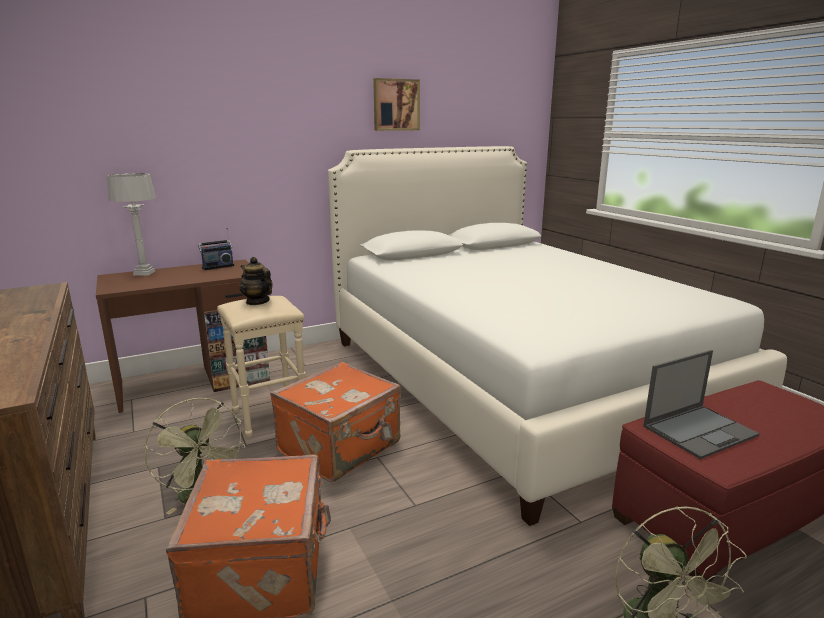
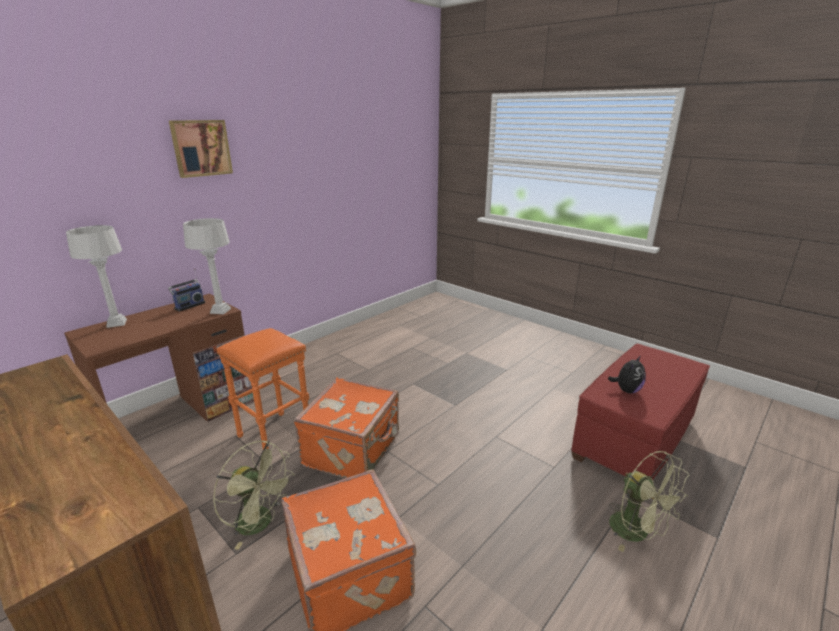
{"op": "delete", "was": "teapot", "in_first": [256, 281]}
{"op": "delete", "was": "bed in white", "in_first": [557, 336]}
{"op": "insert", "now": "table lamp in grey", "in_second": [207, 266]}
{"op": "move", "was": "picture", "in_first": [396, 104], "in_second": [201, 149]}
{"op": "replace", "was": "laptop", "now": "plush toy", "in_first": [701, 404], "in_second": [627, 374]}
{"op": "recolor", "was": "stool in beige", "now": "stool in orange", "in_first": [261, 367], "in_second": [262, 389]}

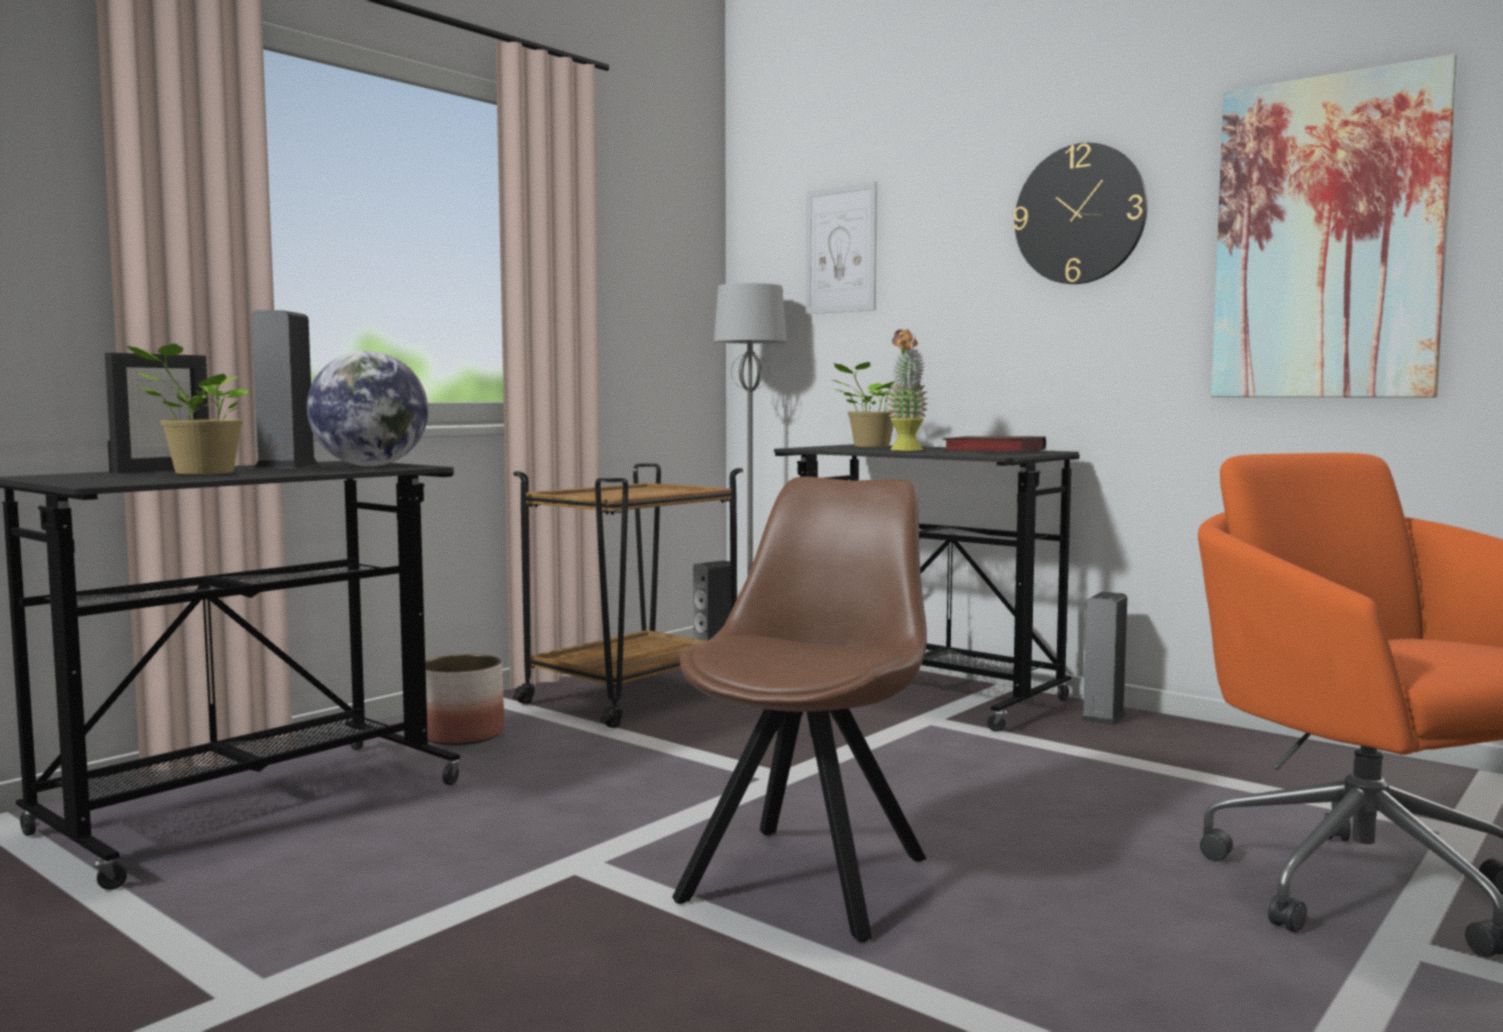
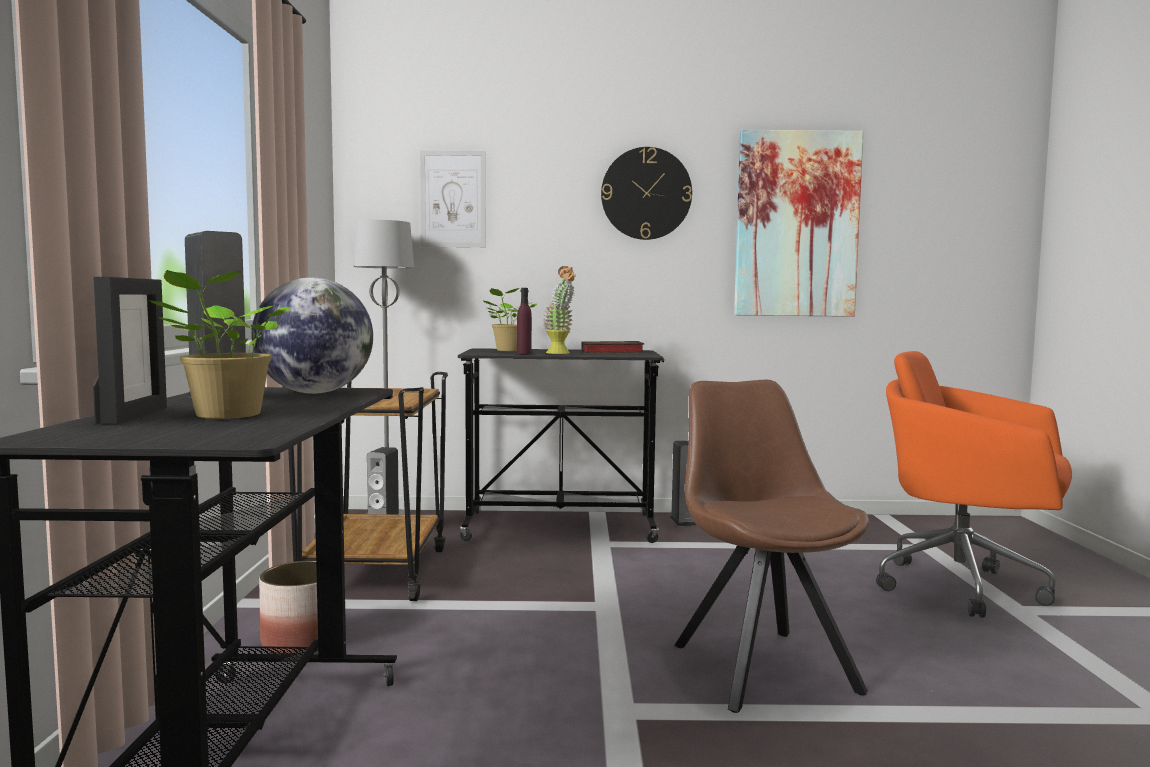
{"op": "insert", "now": "bottle in purple", "in_second": [524, 321]}

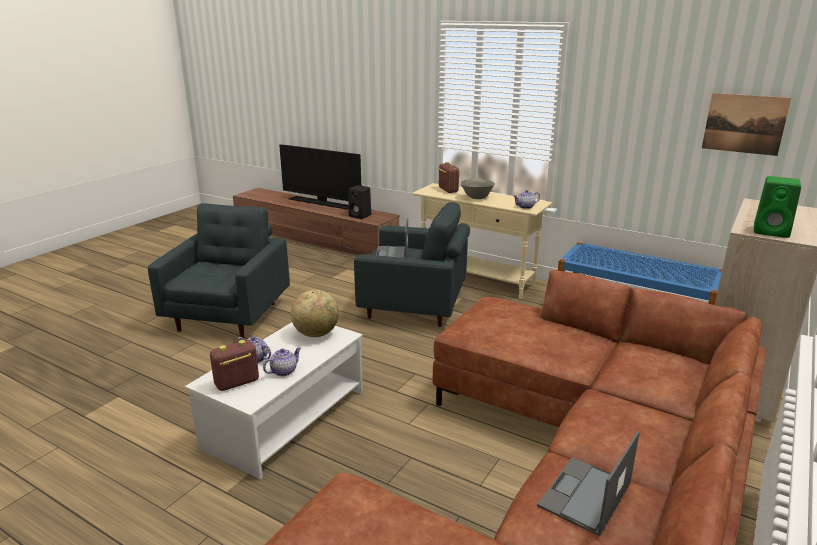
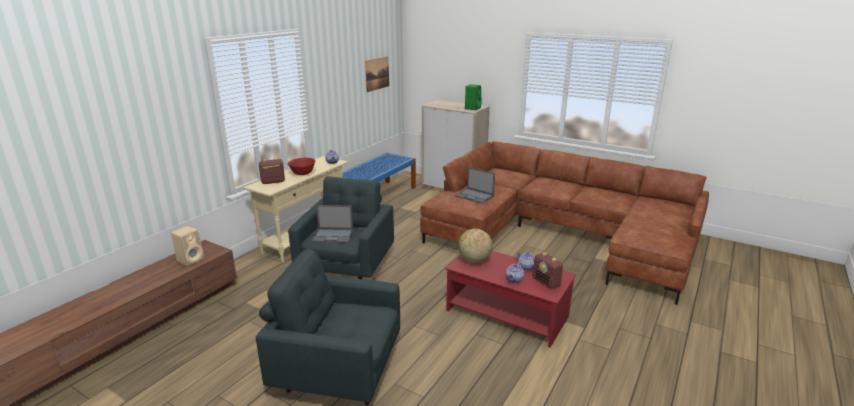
{"op": "delete", "was": "television", "in_first": [320, 177]}
{"op": "move", "was": "laptop", "in_first": [588, 483], "in_second": [475, 185]}
{"op": "recolor", "was": "coffee table in white", "now": "coffee table in red", "in_first": [274, 400], "in_second": [511, 299]}
{"op": "recolor", "was": "speaker in black", "now": "speaker in beige", "in_first": [359, 202], "in_second": [187, 246]}
{"op": "recolor", "was": "bowl in grey", "now": "bowl in red", "in_first": [477, 189], "in_second": [301, 166]}

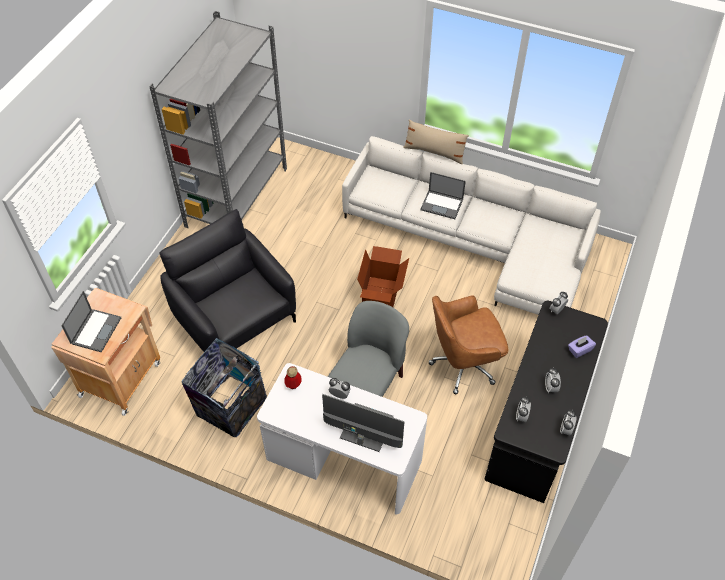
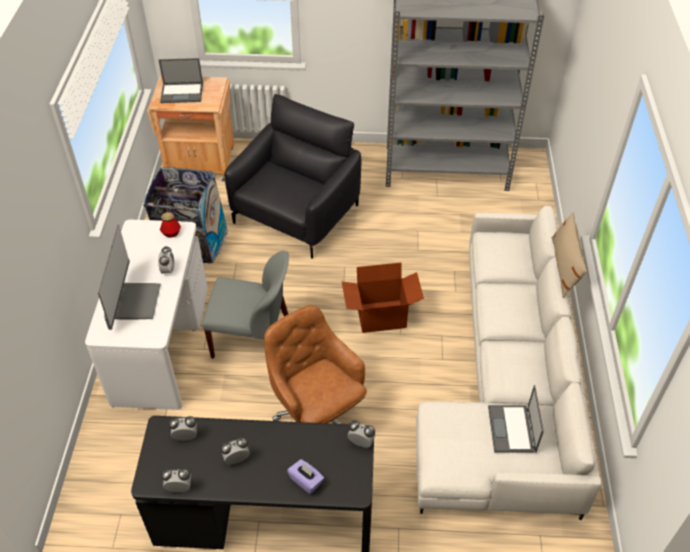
{"op": "move", "was": "laptop", "in_first": [443, 195], "in_second": [516, 419]}

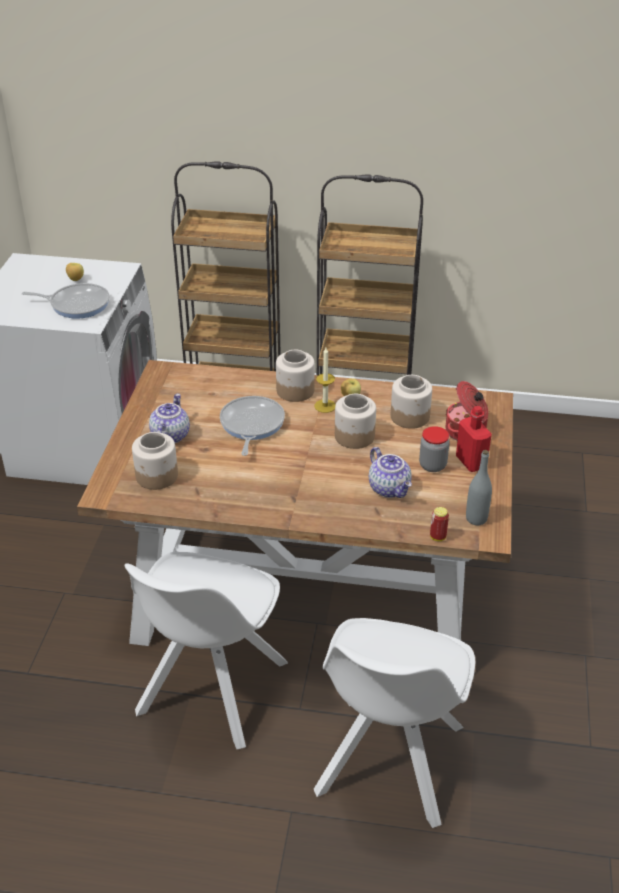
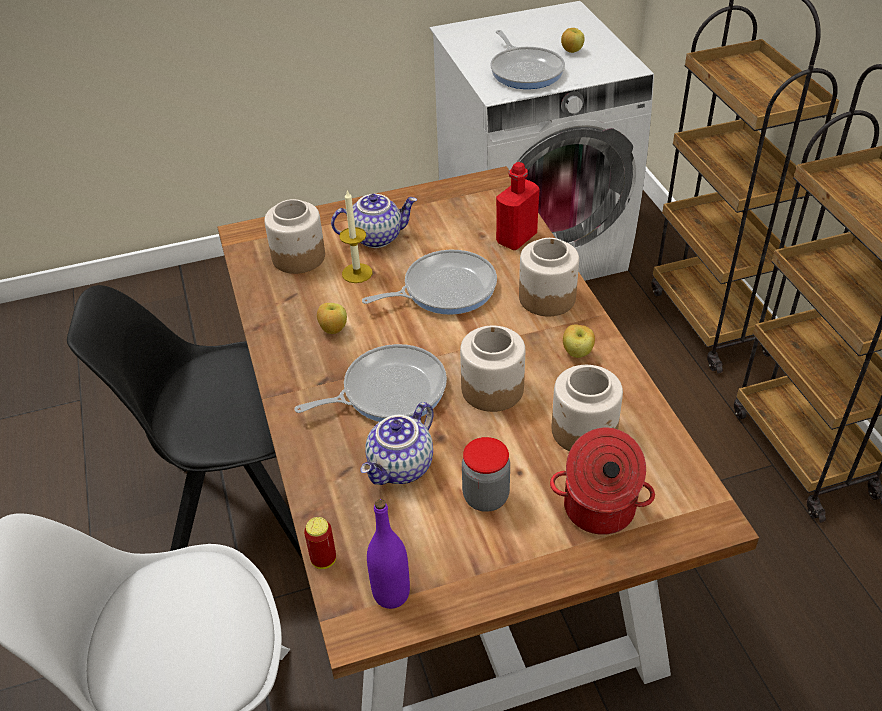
{"op": "insert", "now": "frying pan", "in_second": [371, 383]}
{"op": "insert", "now": "apple", "in_second": [332, 318]}
{"op": "move", "was": "candle", "in_first": [325, 380], "in_second": [356, 236]}
{"op": "move", "was": "bottle in red", "in_first": [474, 439], "in_second": [518, 206]}
{"op": "recolor", "was": "chair in white", "now": "chair in black", "in_first": [206, 650], "in_second": [185, 422]}
{"op": "recolor", "was": "bottle in grey", "now": "bottle in purple", "in_first": [479, 487], "in_second": [388, 554]}

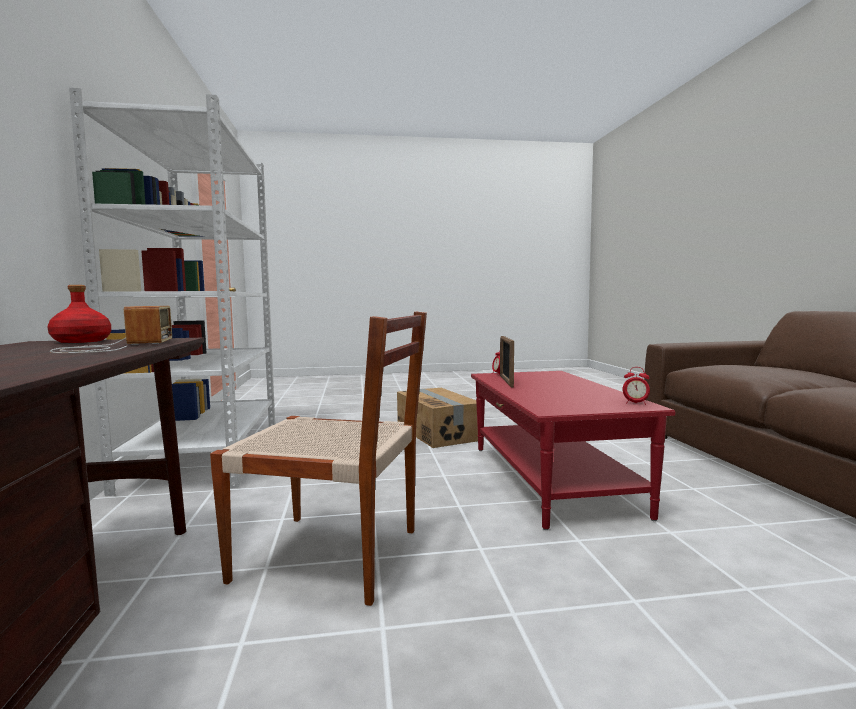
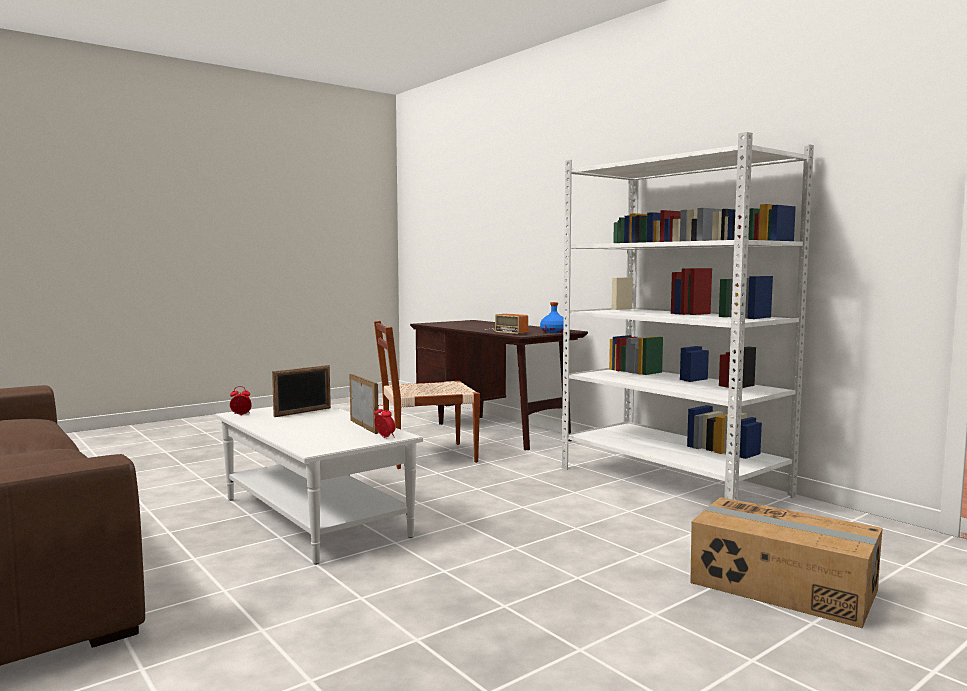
{"op": "insert", "now": "picture frame", "in_second": [301, 391]}
{"op": "move", "was": "cardboard box", "in_first": [437, 418], "in_second": [786, 562]}
{"op": "recolor", "was": "bottle in red", "now": "bottle in blue", "in_first": [79, 314], "in_second": [553, 317]}
{"op": "recolor", "was": "coffee table in red", "now": "coffee table in white", "in_first": [573, 450], "in_second": [319, 485]}

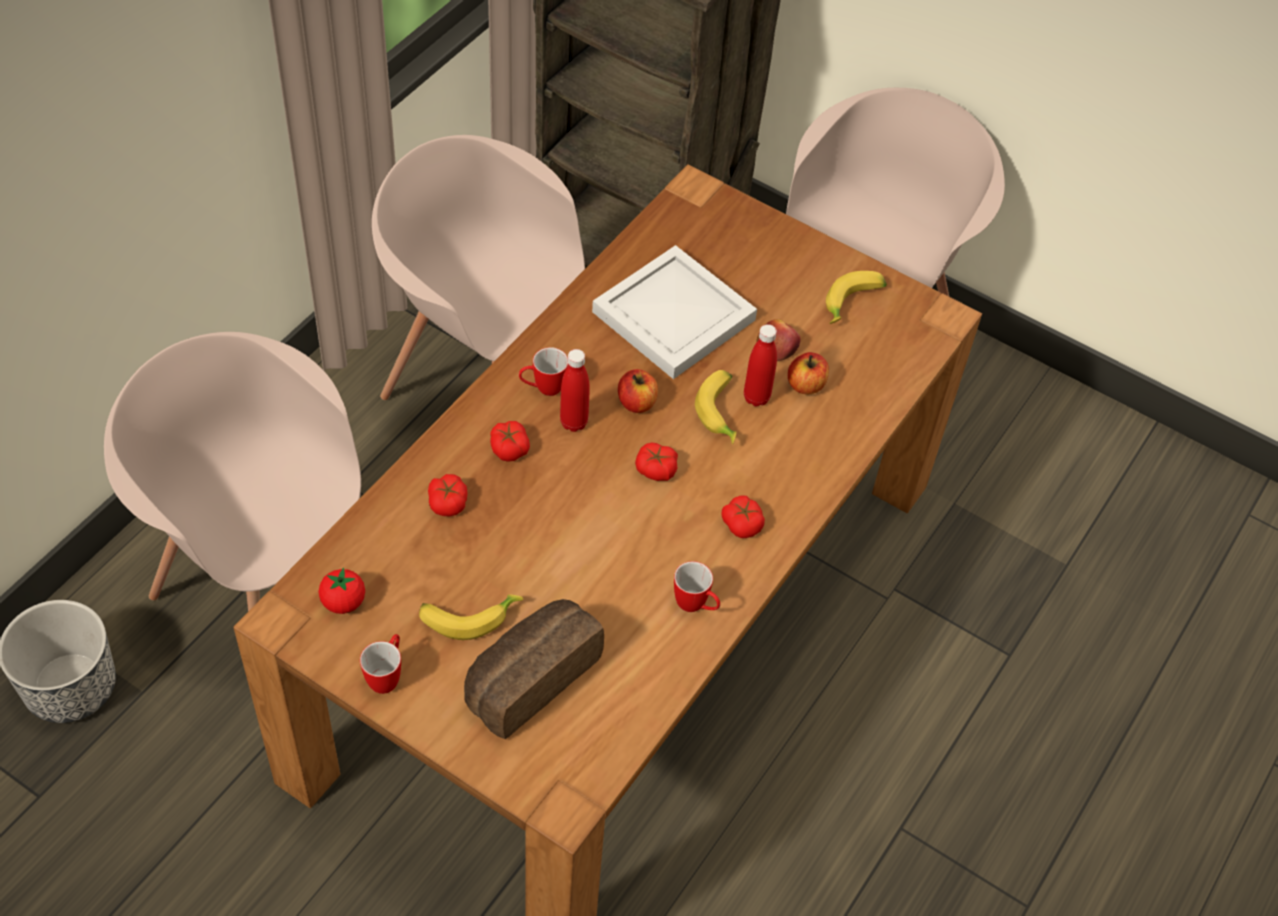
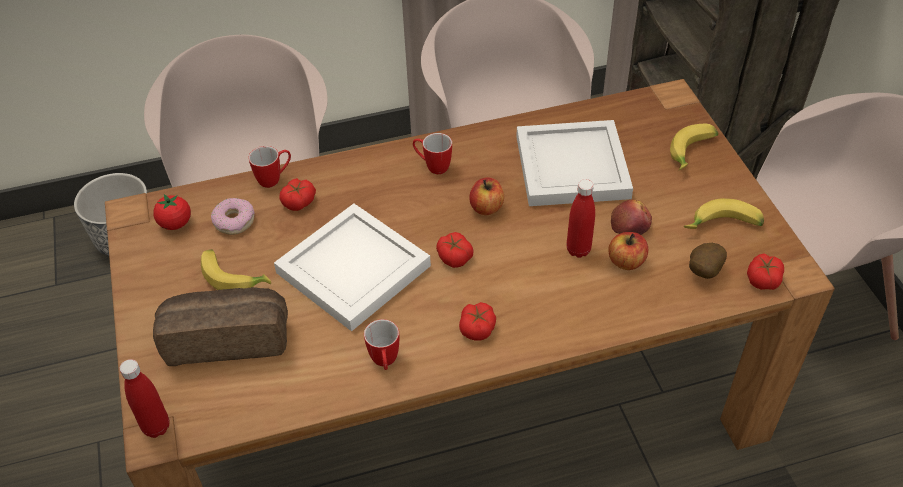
{"op": "insert", "now": "donut", "in_second": [232, 216]}
{"op": "insert", "now": "tray in white", "in_second": [352, 267]}
{"op": "insert", "now": "potato", "in_second": [708, 261]}
{"op": "move", "was": "mug", "in_first": [380, 664], "in_second": [269, 167]}
{"op": "move", "was": "tomato", "in_first": [510, 441], "in_second": [765, 272]}
{"op": "move", "was": "bottle in red", "in_first": [575, 390], "in_second": [144, 398]}
{"op": "move", "was": "banana", "in_first": [716, 407], "in_second": [694, 147]}

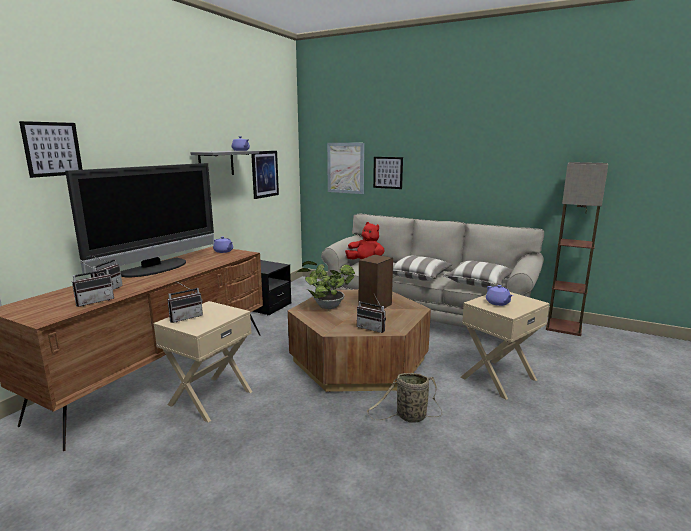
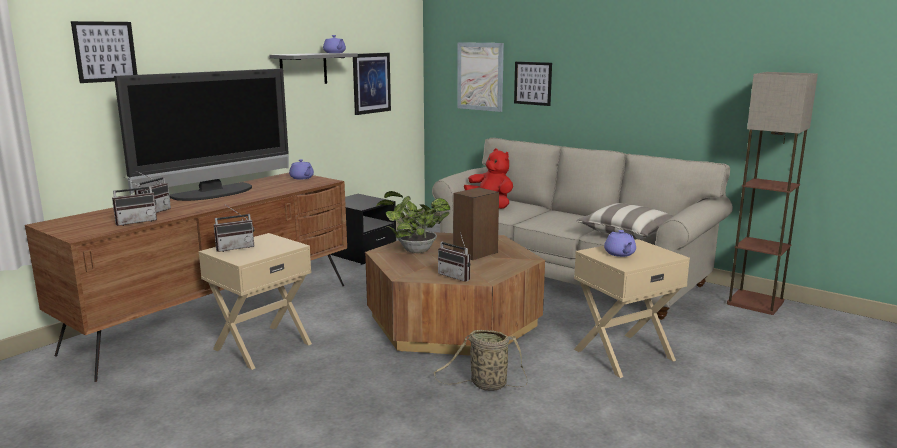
{"op": "delete", "was": "pillow", "in_first": [423, 268]}

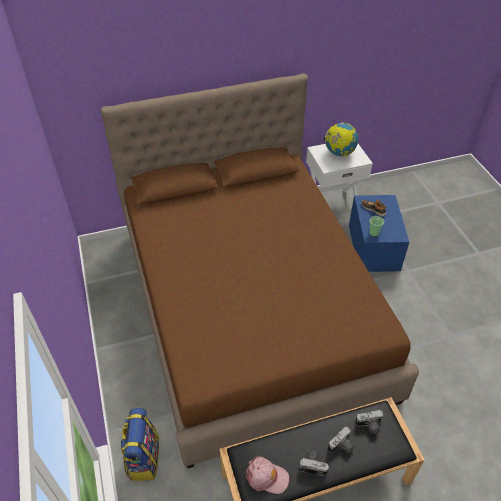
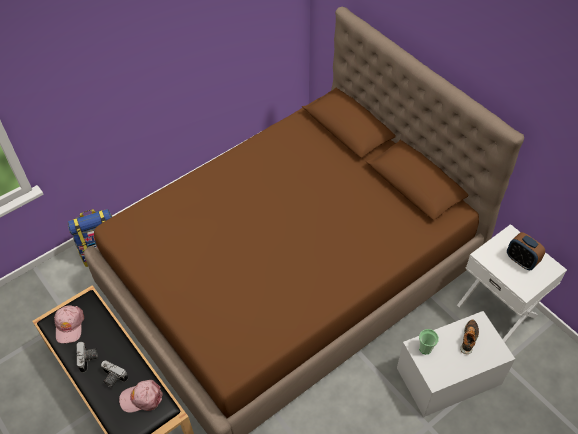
{"op": "replace", "was": "globe", "now": "alarm clock", "in_first": [340, 140], "in_second": [526, 251]}
{"op": "replace", "was": "photo camera", "now": "cap in pink", "in_first": [369, 422], "in_second": [141, 396]}
{"op": "recolor", "was": "storage box in blue", "now": "storage box in white", "in_first": [379, 233], "in_second": [456, 364]}

